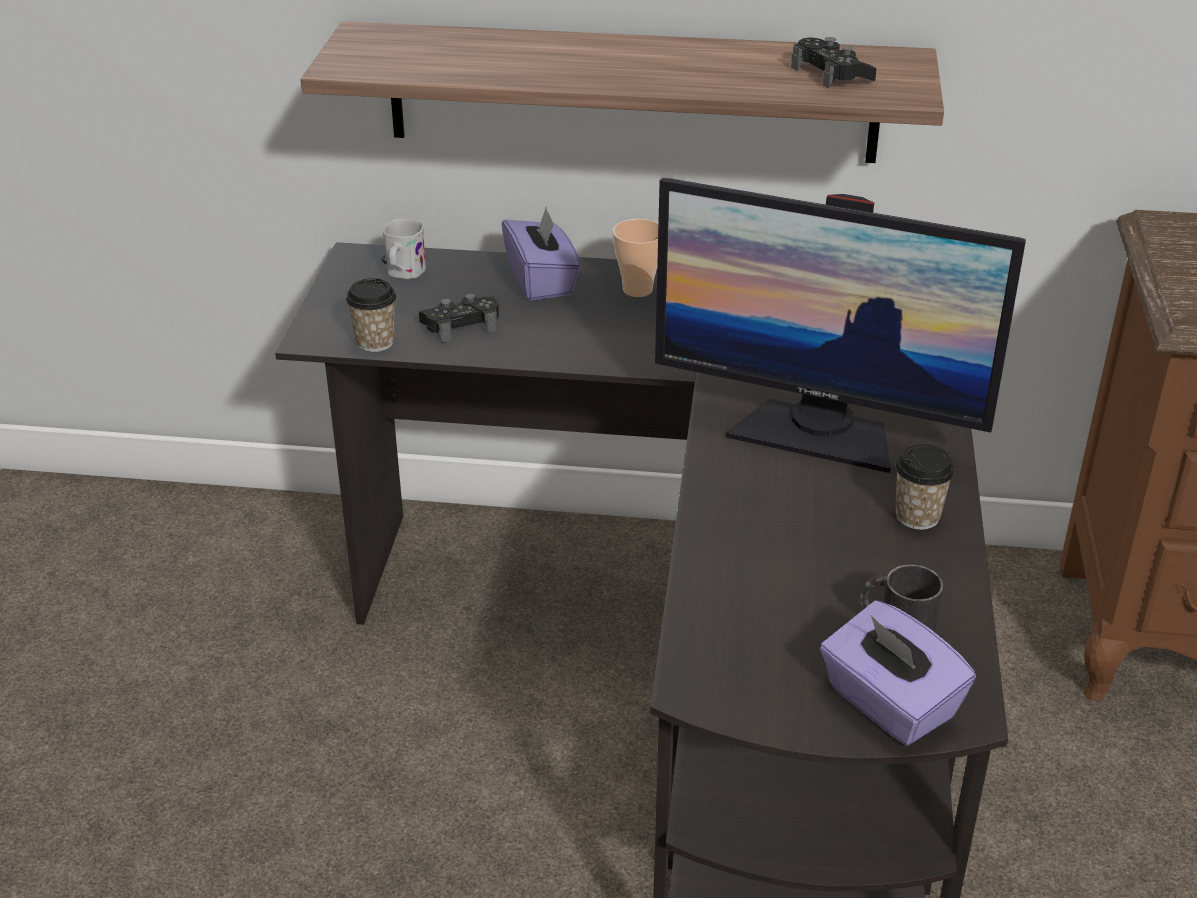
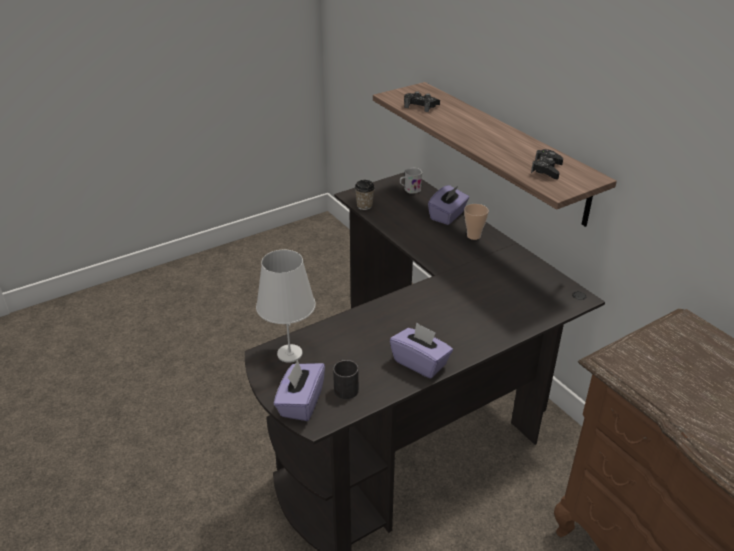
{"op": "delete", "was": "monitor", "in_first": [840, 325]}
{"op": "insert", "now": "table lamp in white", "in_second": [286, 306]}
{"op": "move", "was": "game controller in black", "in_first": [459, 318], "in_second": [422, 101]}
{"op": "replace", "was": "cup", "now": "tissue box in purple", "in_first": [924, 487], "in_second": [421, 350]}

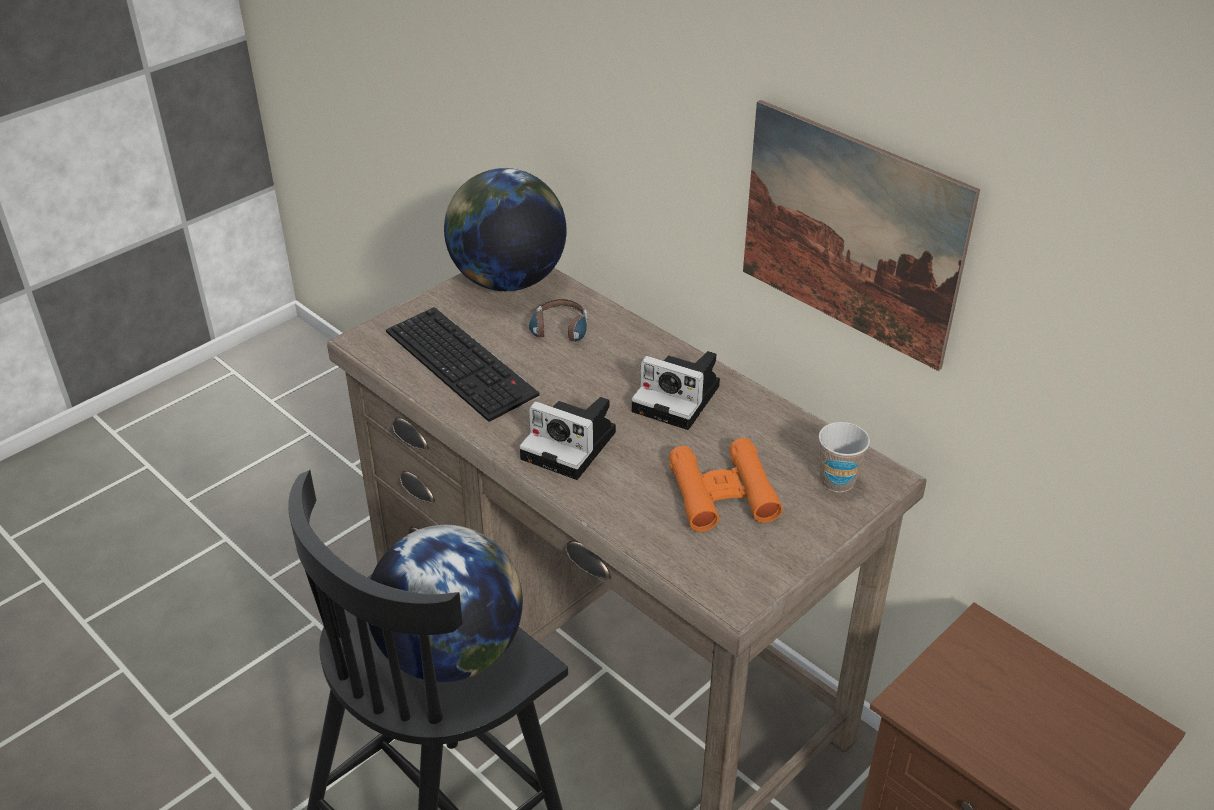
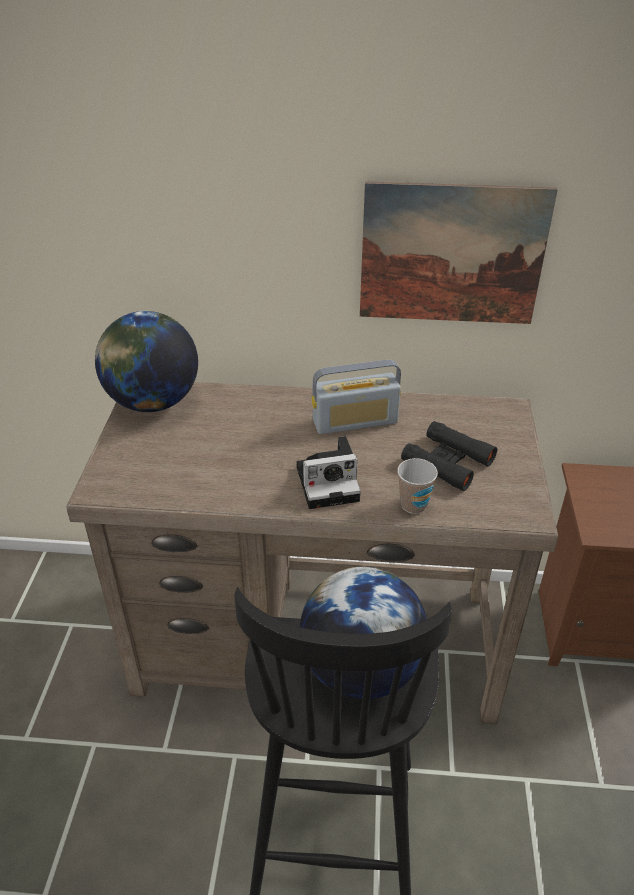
{"op": "delete", "was": "keyboard", "in_first": [463, 364]}
{"op": "delete", "was": "headphones", "in_first": [558, 323]}
{"op": "move", "was": "cup", "in_first": [844, 457], "in_second": [417, 486]}
{"op": "replace", "was": "photo camera", "now": "radio", "in_first": [675, 390], "in_second": [356, 397]}
{"op": "recolor", "was": "binoculars in orange", "now": "binoculars in black", "in_first": [726, 485], "in_second": [449, 456]}

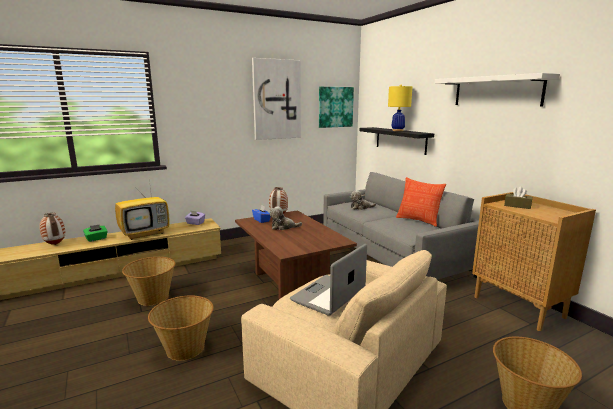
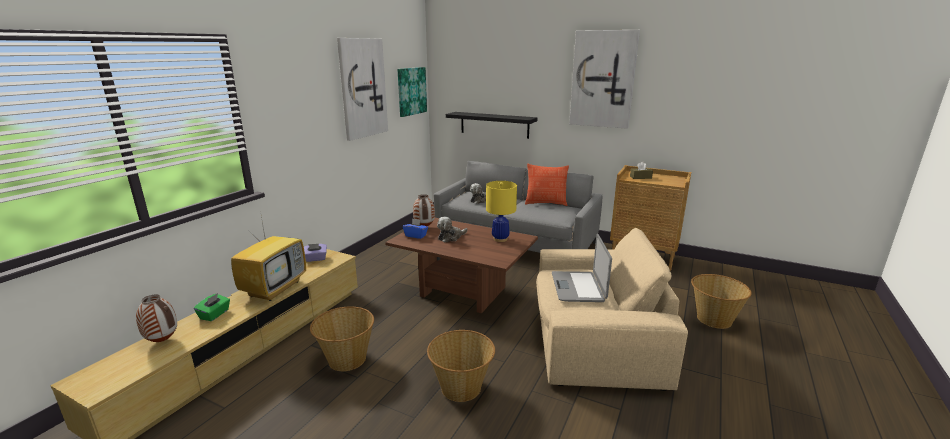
{"op": "move", "was": "table lamp in yellow", "in_first": [400, 108], "in_second": [501, 211]}
{"op": "replace", "was": "shelf in white", "now": "picture", "in_first": [497, 89], "in_second": [604, 79]}

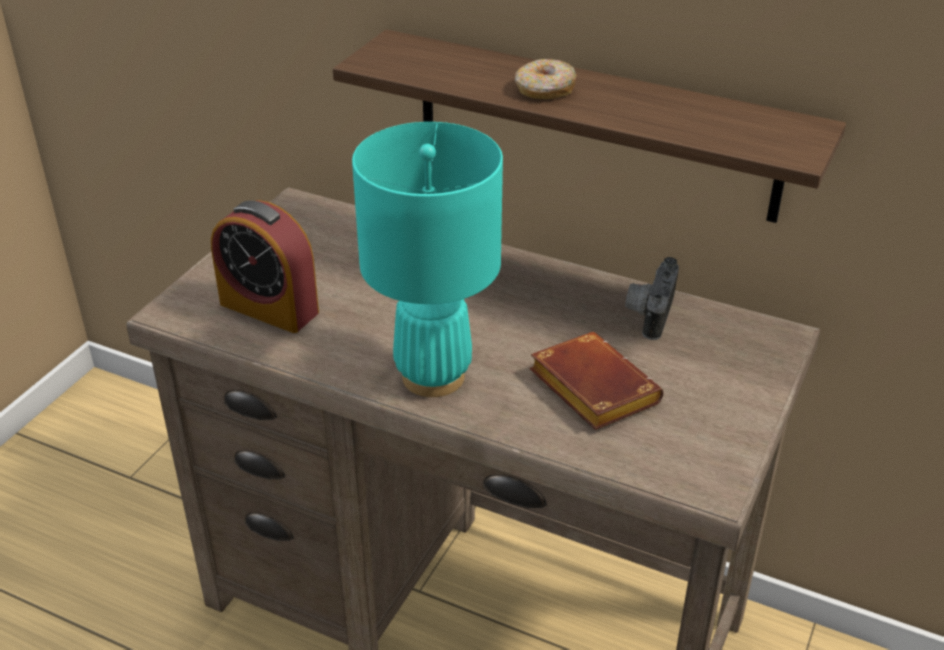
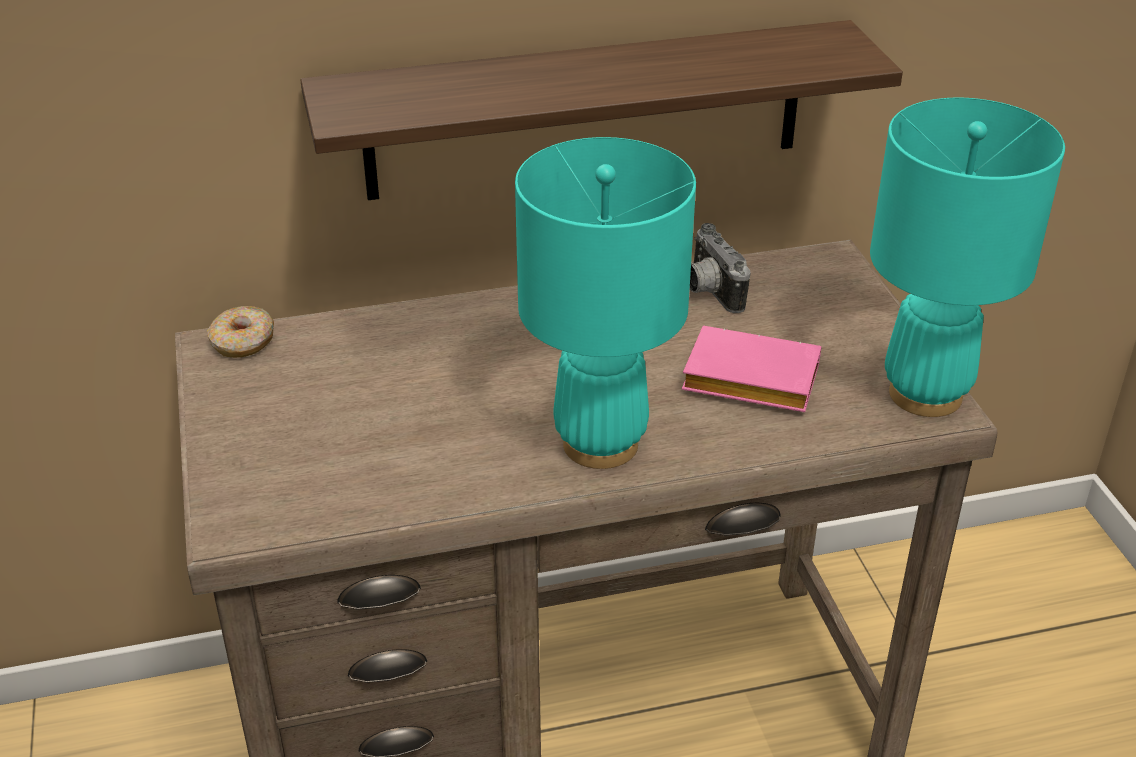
{"op": "delete", "was": "alarm clock", "in_first": [265, 266]}
{"op": "insert", "now": "table lamp in turquoise", "in_second": [967, 257]}
{"op": "move", "was": "donut", "in_first": [546, 79], "in_second": [240, 332]}
{"op": "recolor", "was": "book in brown", "now": "book in pink", "in_first": [596, 381], "in_second": [751, 369]}

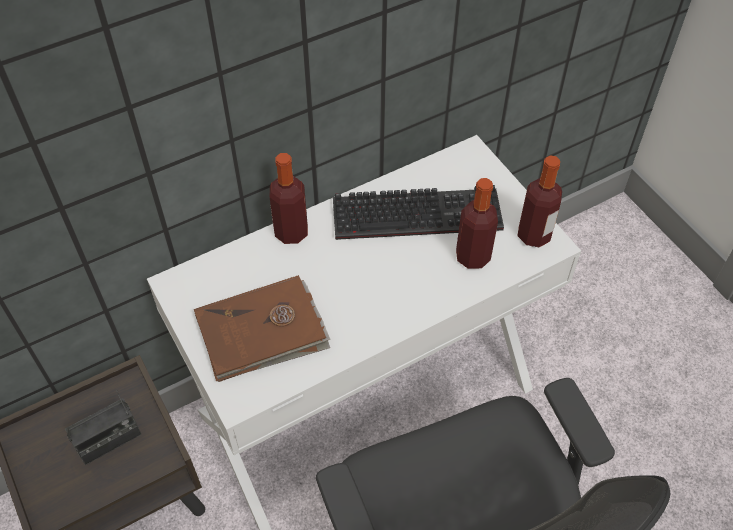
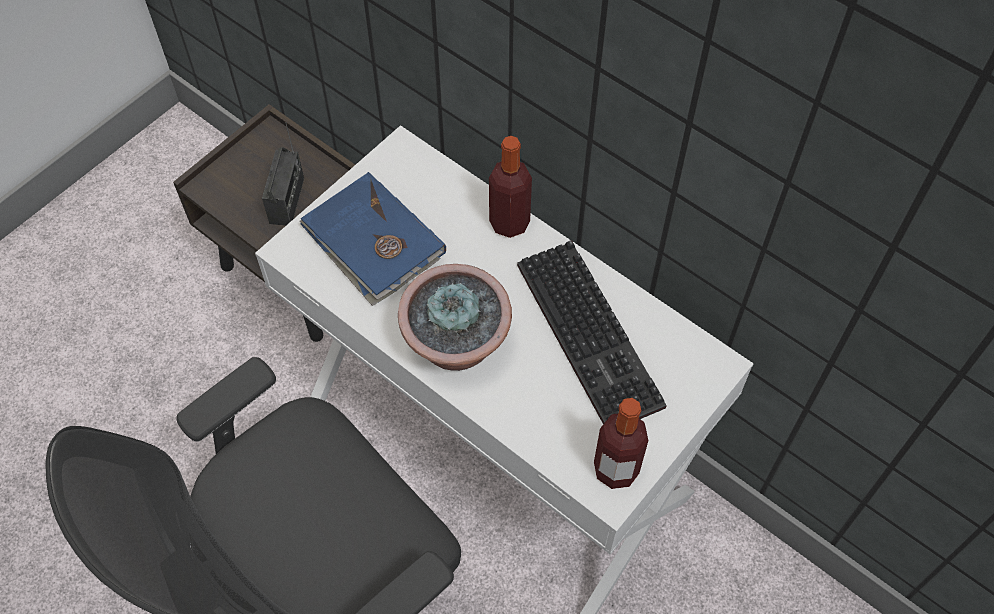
{"op": "delete", "was": "bottle", "in_first": [477, 223]}
{"op": "insert", "now": "potted plant", "in_second": [455, 317]}
{"op": "recolor", "was": "book in brown", "now": "book in blue", "in_first": [262, 328], "in_second": [373, 239]}
{"op": "rotate", "was": "radio", "in_first": [103, 427], "in_second": [283, 174], "clockwise": -120}

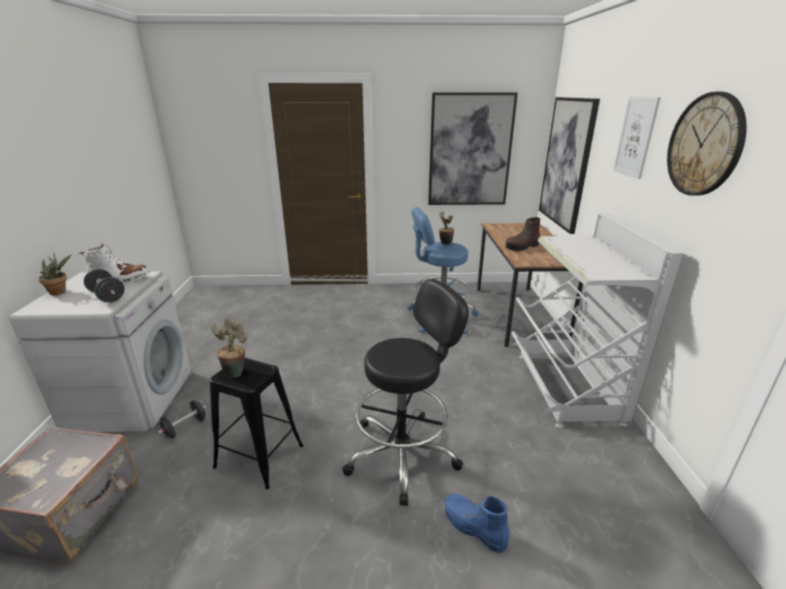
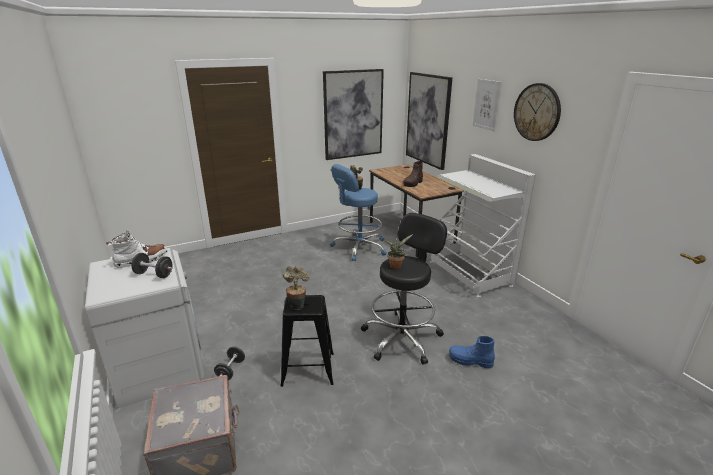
{"op": "move", "was": "potted plant", "in_first": [55, 274], "in_second": [399, 251]}

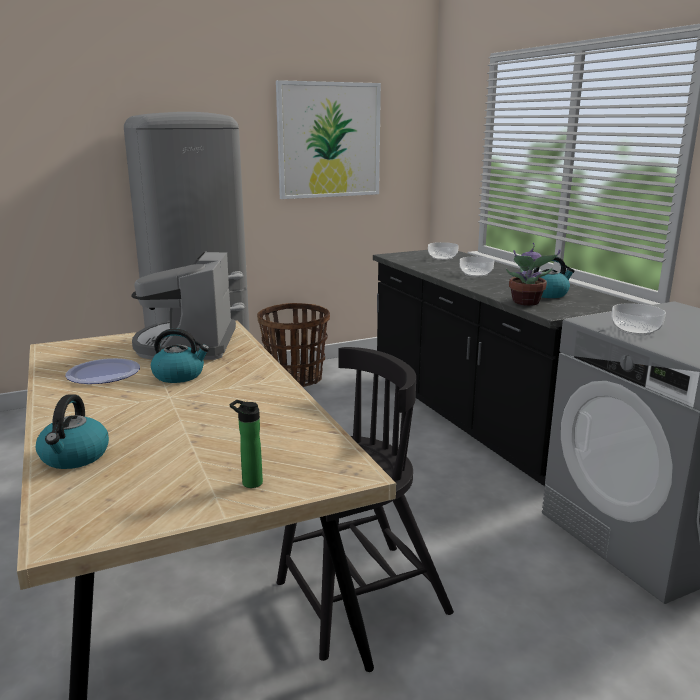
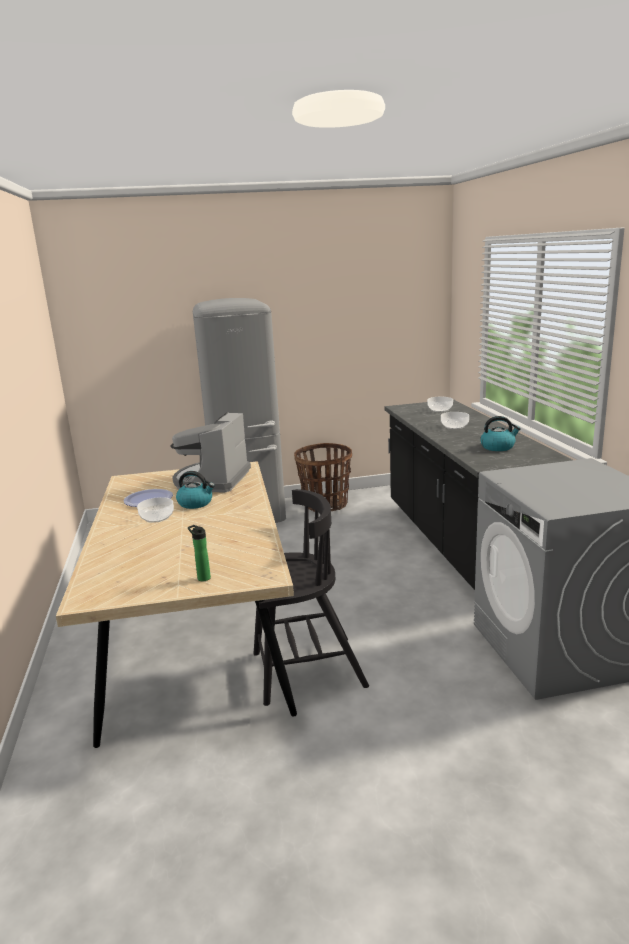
{"op": "delete", "was": "kettle", "in_first": [72, 431]}
{"op": "delete", "was": "picture", "in_first": [328, 139]}
{"op": "delete", "was": "potted plant", "in_first": [533, 274]}
{"op": "move", "was": "bowl", "in_first": [638, 319], "in_second": [155, 510]}

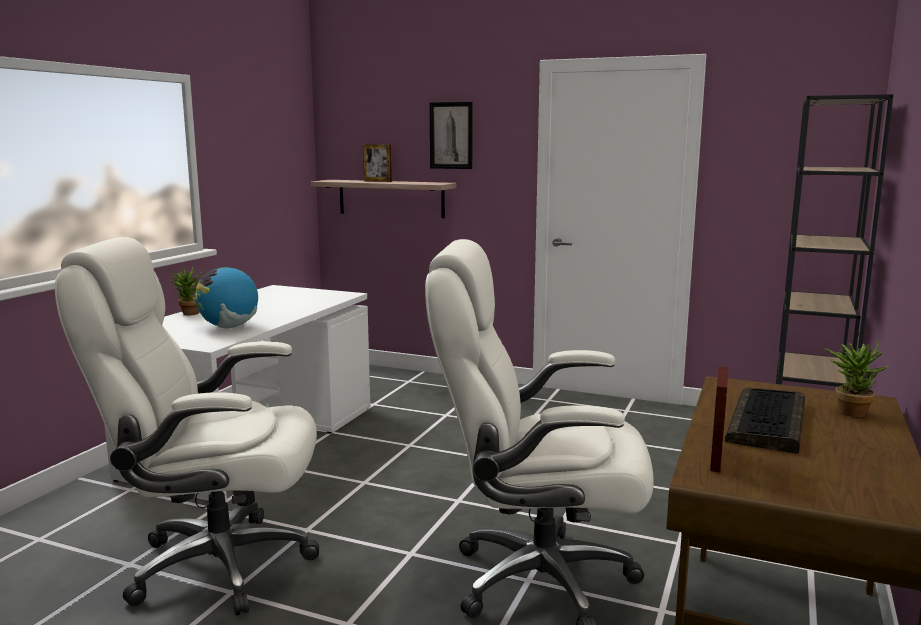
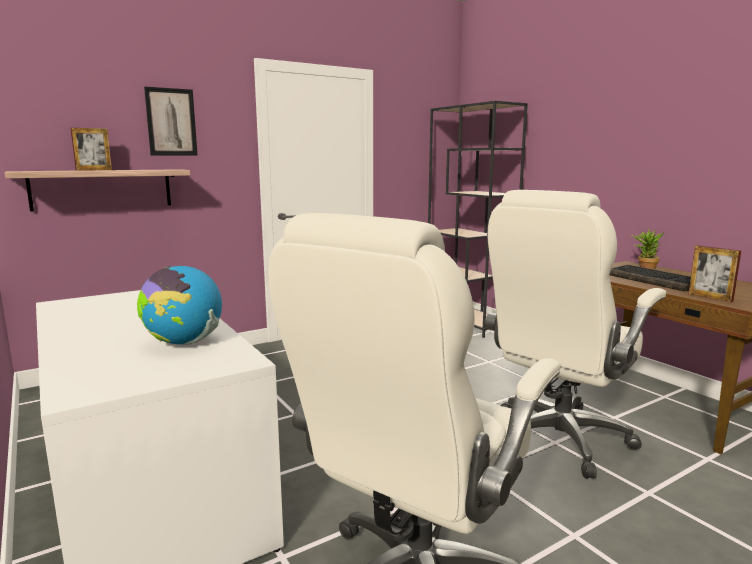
{"op": "delete", "was": "potted plant", "in_first": [187, 291]}

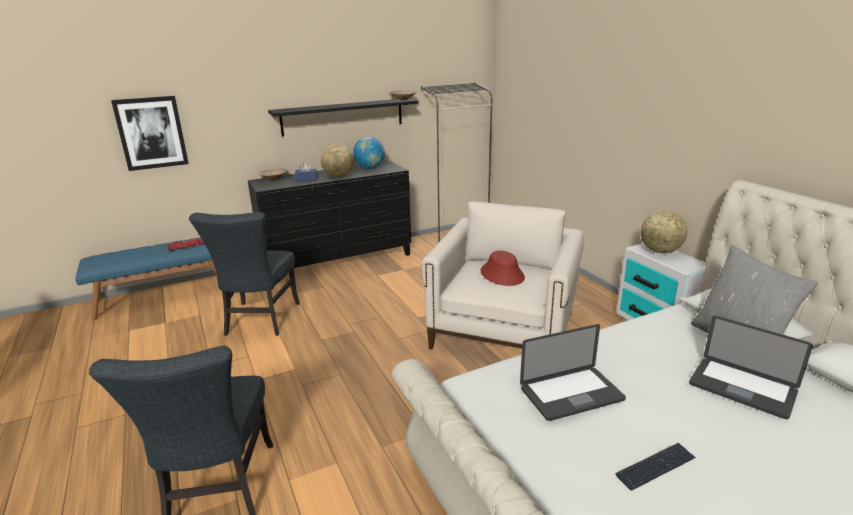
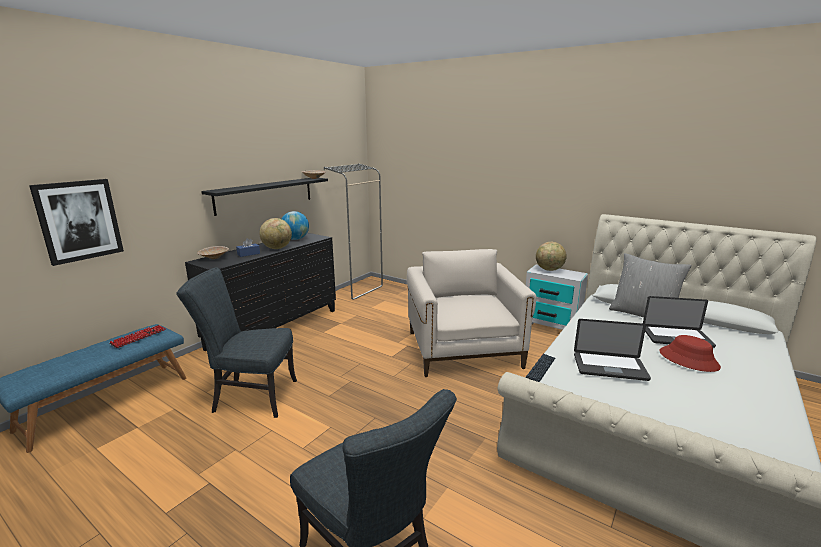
{"op": "move", "was": "hat in red", "in_first": [502, 268], "in_second": [690, 353]}
{"op": "move", "was": "keyboard", "in_first": [656, 467], "in_second": [540, 368]}
{"op": "rotate", "was": "chair in grey", "in_first": [244, 274], "in_second": [236, 342], "clockwise": 120}
{"op": "rotate", "was": "laptop", "in_first": [573, 372], "in_second": [612, 350], "clockwise": 60}

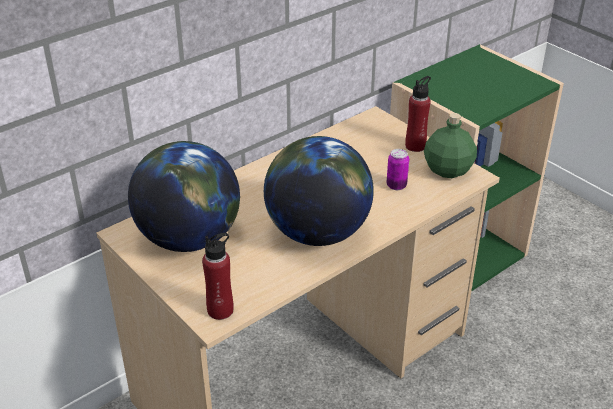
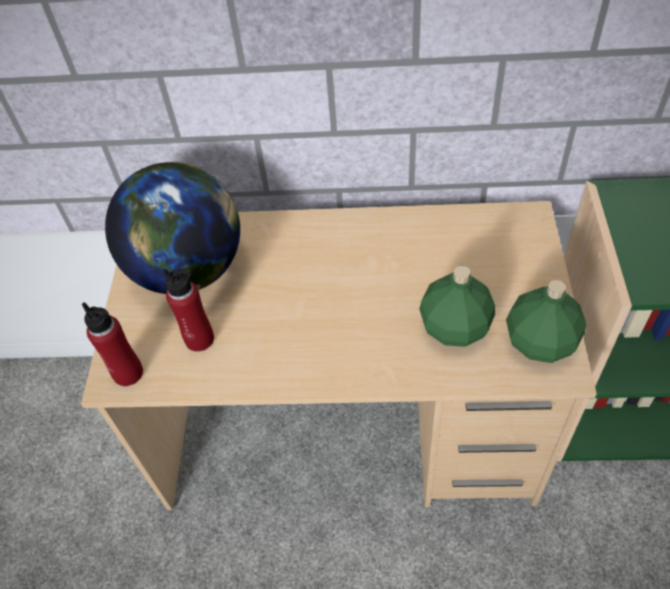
{"op": "delete", "was": "globe", "in_first": [319, 191]}
{"op": "move", "was": "bottle in red", "in_first": [418, 114], "in_second": [188, 310]}
{"op": "replace", "was": "can", "now": "bottle in green", "in_first": [398, 169], "in_second": [457, 306]}

